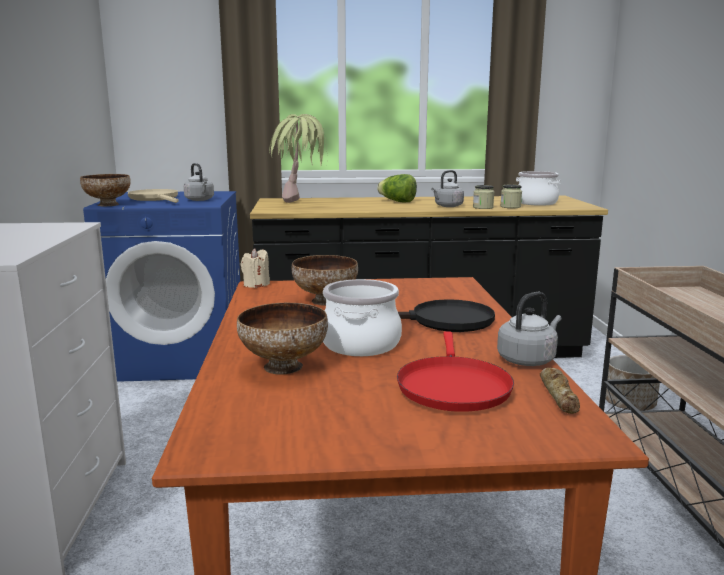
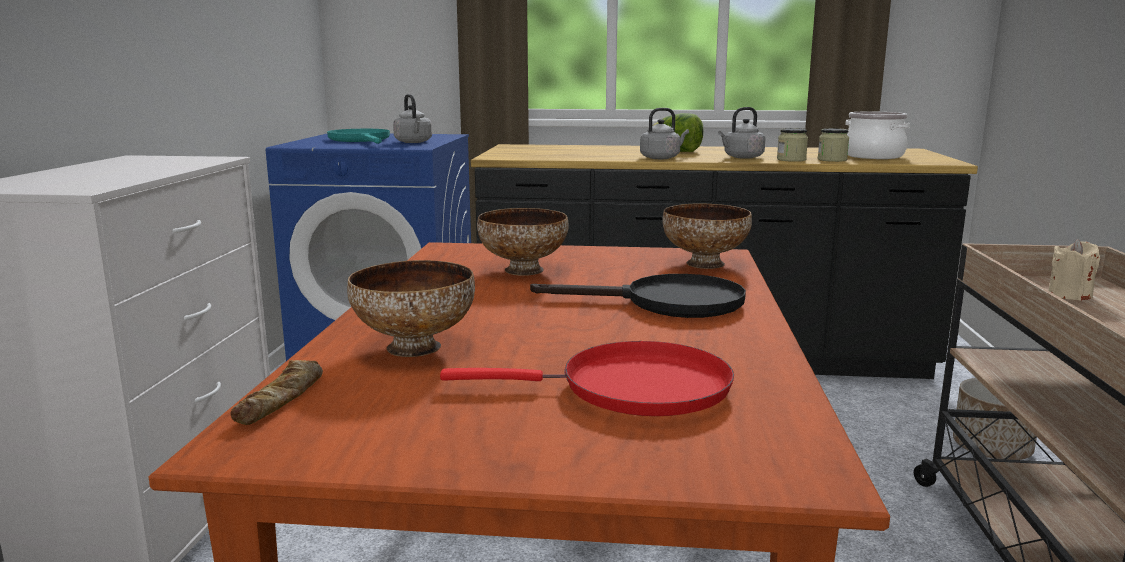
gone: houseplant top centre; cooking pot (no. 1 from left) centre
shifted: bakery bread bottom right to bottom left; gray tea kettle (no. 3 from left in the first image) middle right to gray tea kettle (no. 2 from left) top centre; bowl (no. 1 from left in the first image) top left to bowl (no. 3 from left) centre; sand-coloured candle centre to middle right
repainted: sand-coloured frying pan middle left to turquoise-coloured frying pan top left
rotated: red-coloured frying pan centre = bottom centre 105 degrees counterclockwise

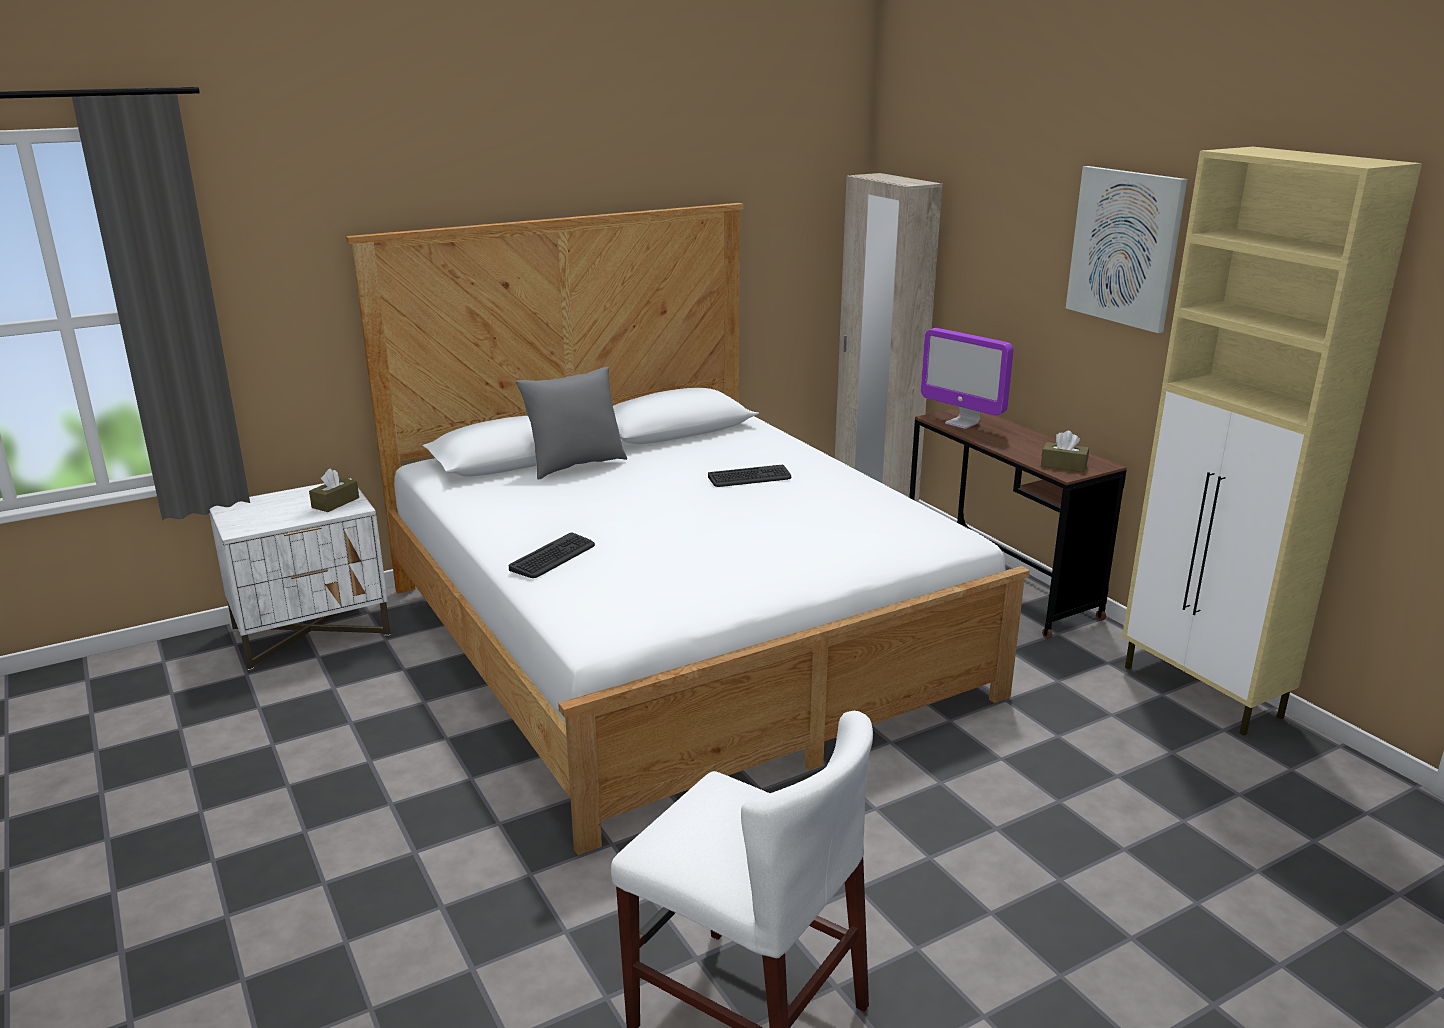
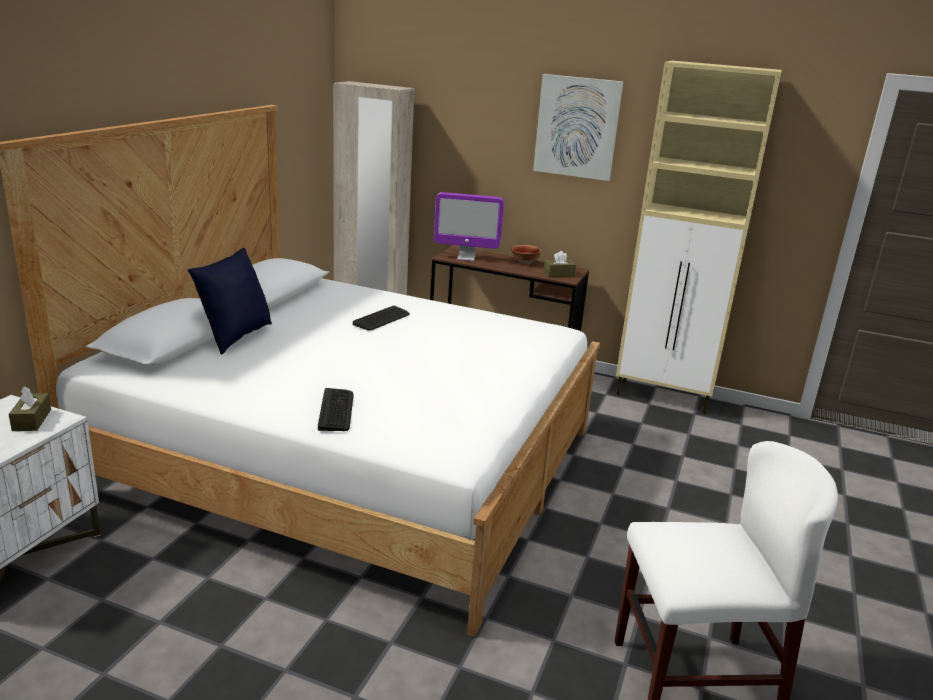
new: bowl centre
repainted: gray cushion centre to bluish cushion middle left

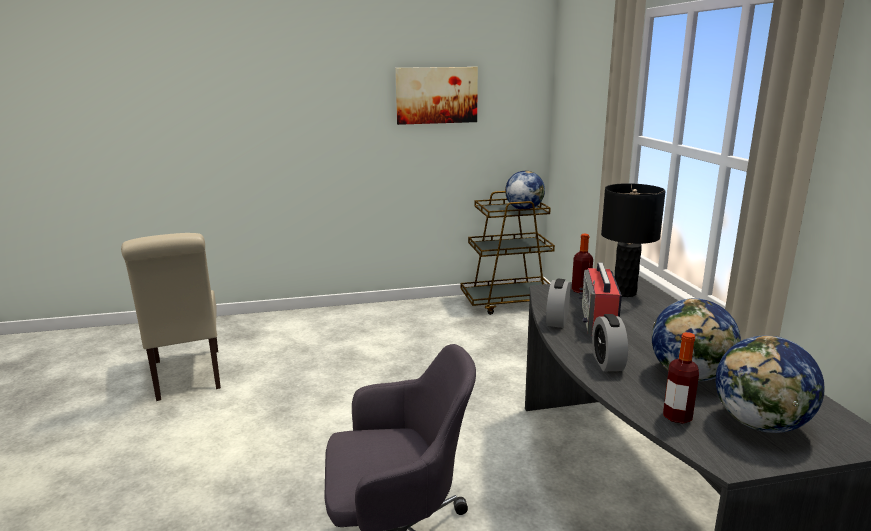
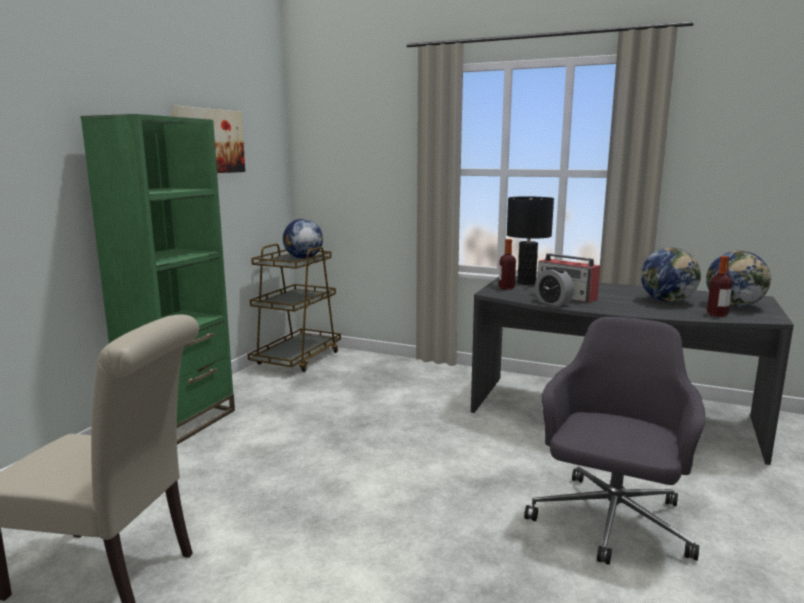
gone: bedside clock (no. 2 from left) middle right
new: green bookshelf middle left

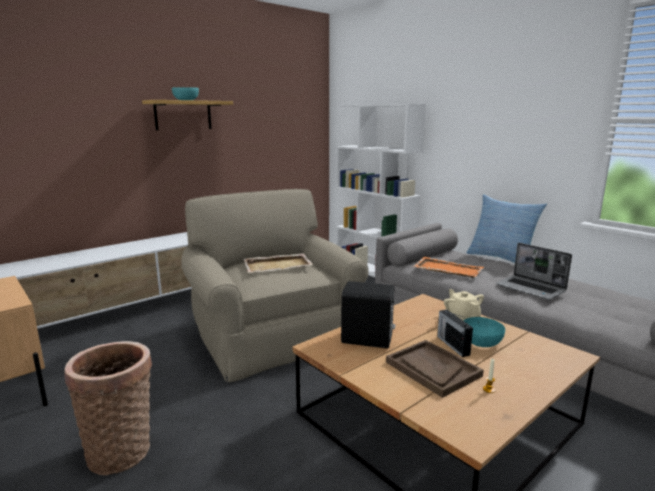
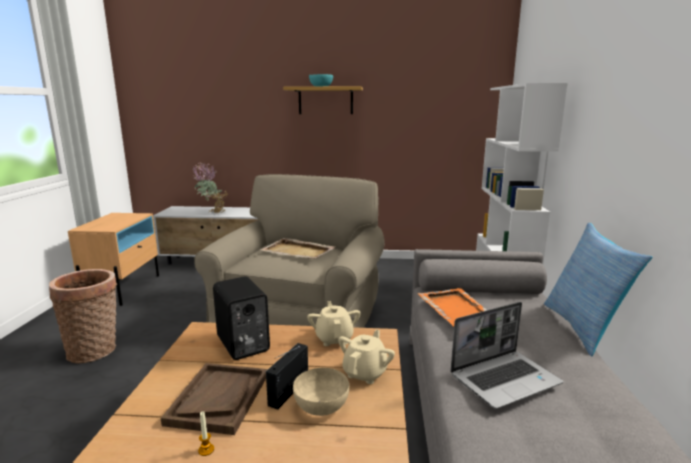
new: houseplant middle left; sand-coloured tea pot (no. 1 from left) bottom centre
repainted: turquoise-coloured bowl (no. 2 from left) bottom right to sand-coloured bowl bottom centre
rotated: laptop middle right = bottom right 120 degrees counterclockwise

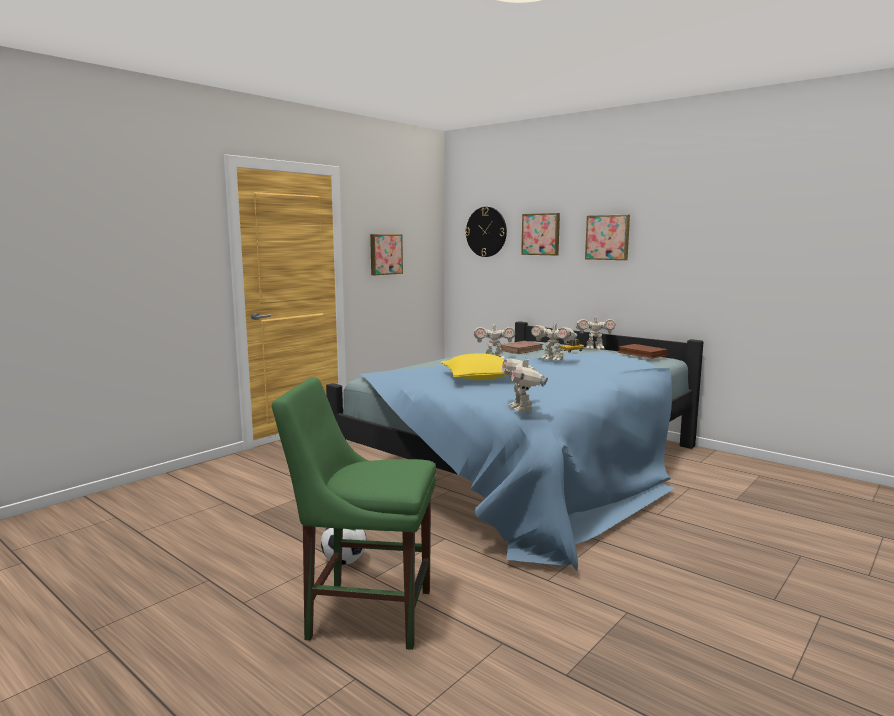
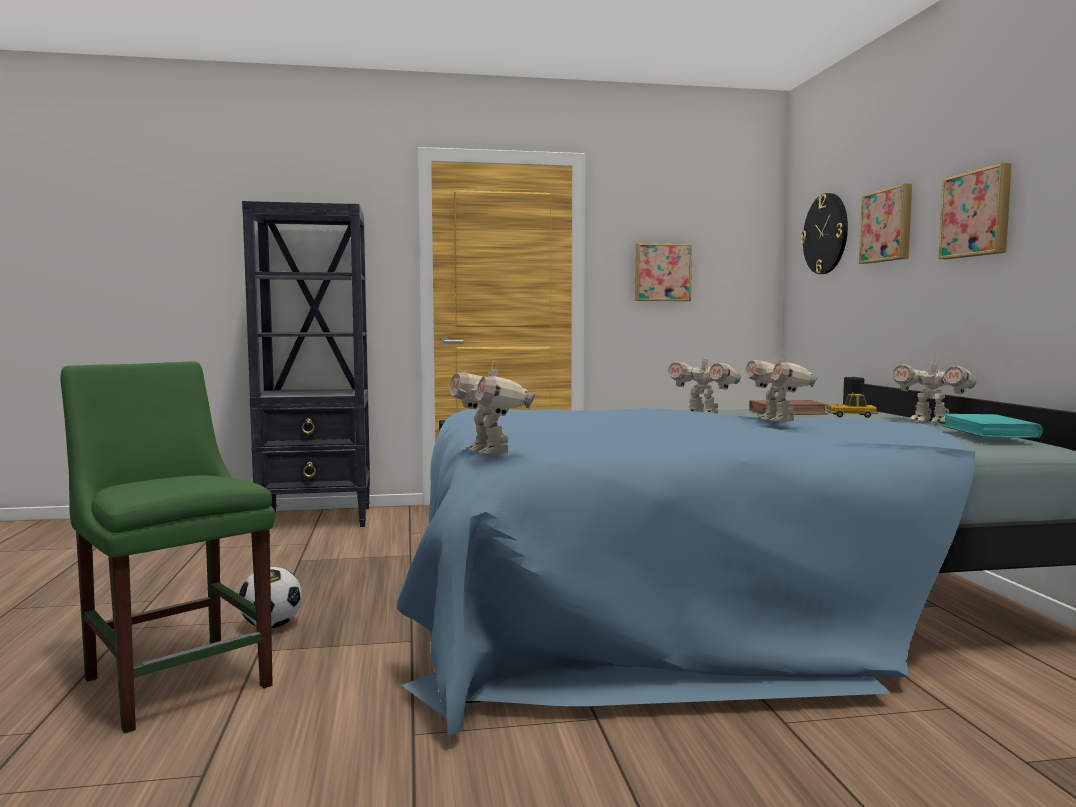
gone: yellow cushion centre
new: black bookshelf middle left
repainted: brownish bound book (no. 2 from left) middle right to turquoise-coloured bound book middle right
rotated: robot figure (no. 2 from left in the first image) centre = centre 60 degrees counterclockwise

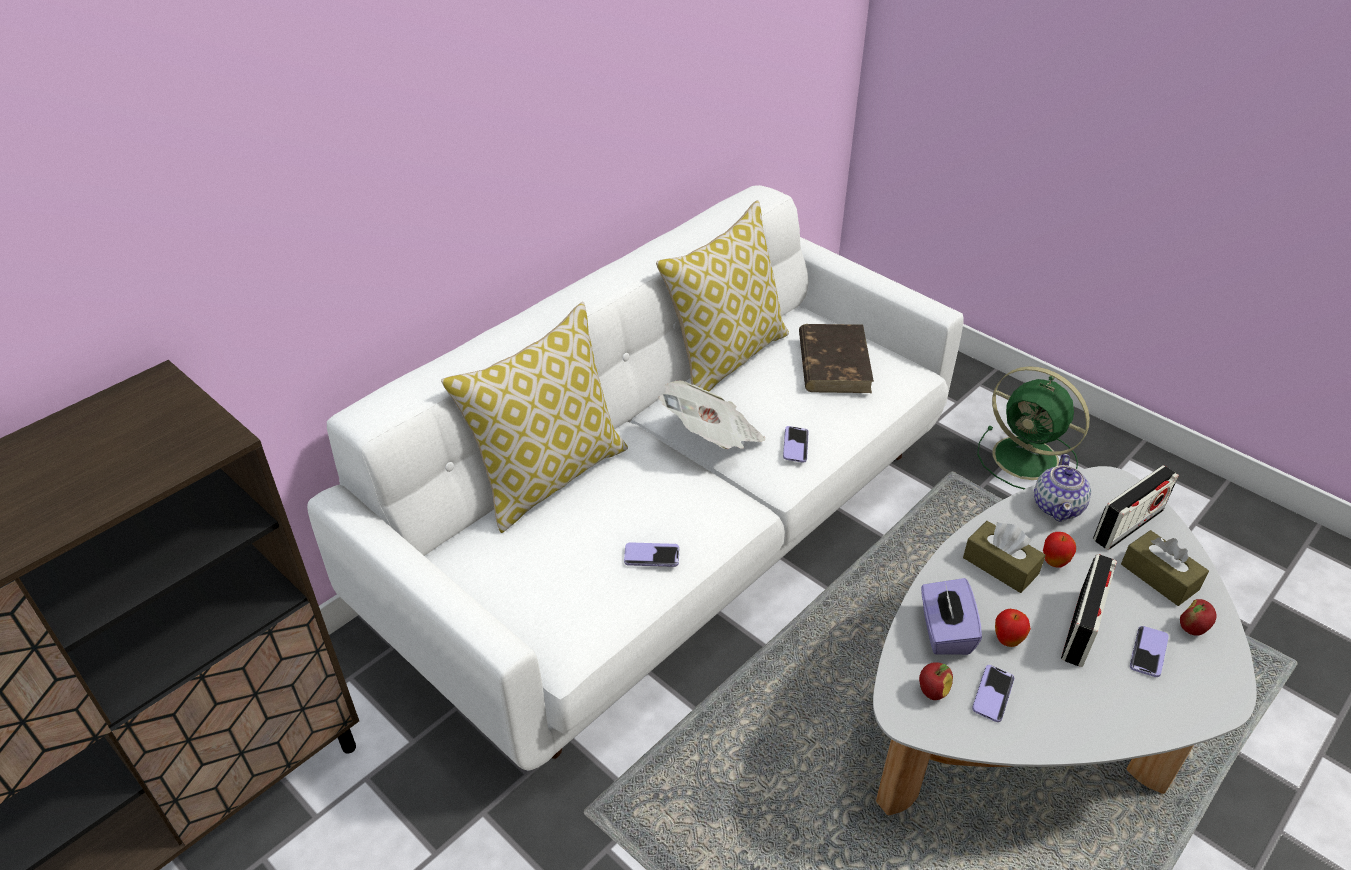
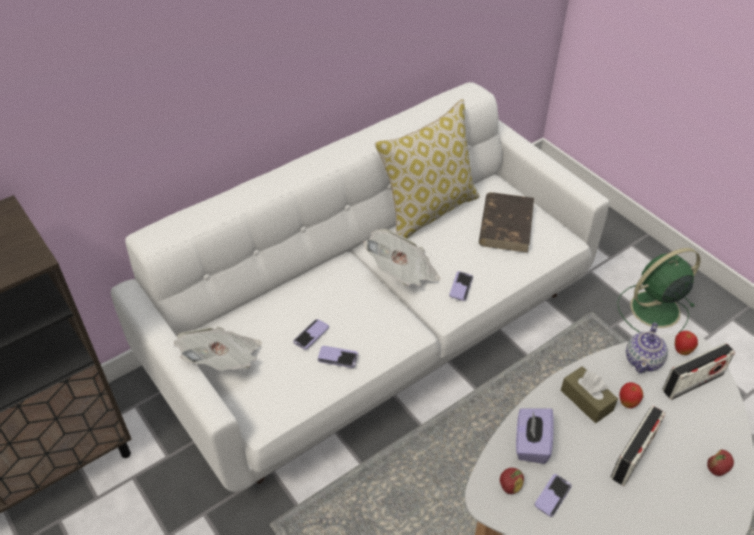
gone: cushion (no. 1 from left) centre; brownish tissue holder (no. 2 from left) middle right
new: daily paper (no. 1 from left) middle left
shifted: phone (no. 4 from left in the first image) bottom right to phone (no. 1 from left) centre; whole apple (no. 2 from left in the first image) bottom right to whole apple (no. 3 from left) middle right
rotated: green electric fan middle right = middle right 105 degrees clockwise

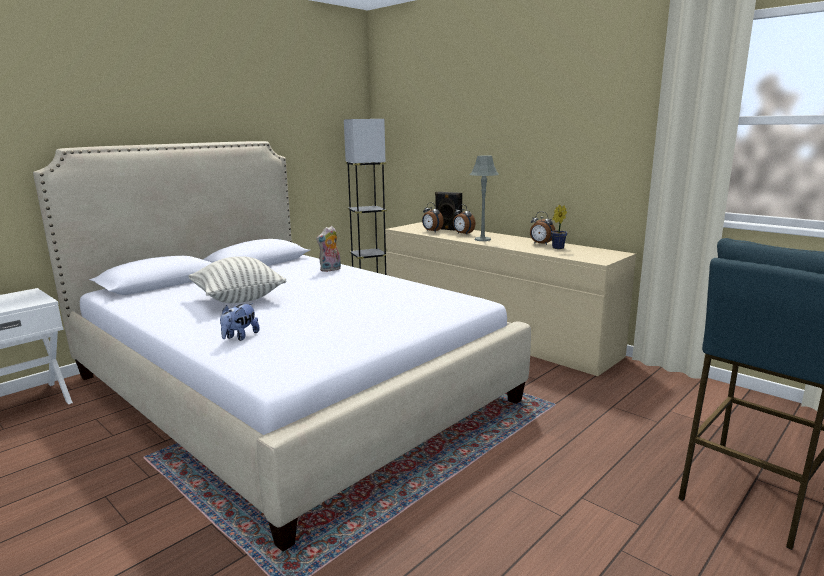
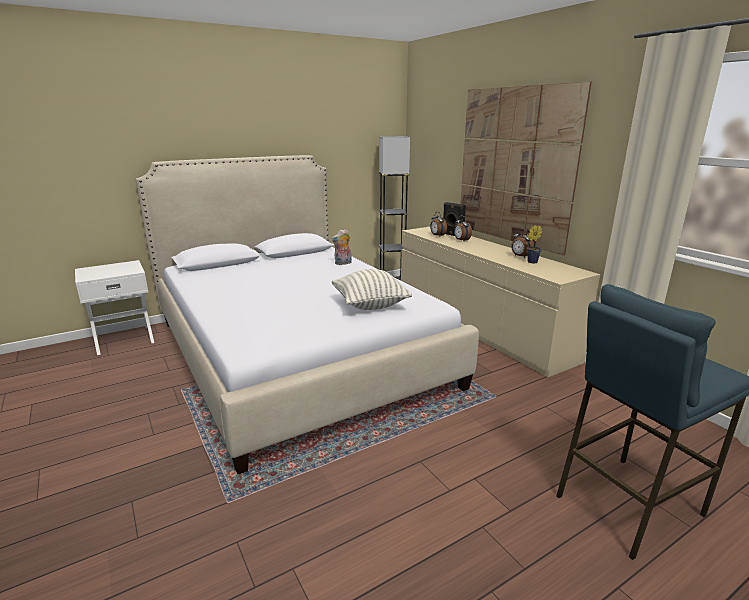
gone: plush toy (no. 1 from left) middle left; gray lamp for a table centre
new: wall art top right
shifted: cushion middle left to centre

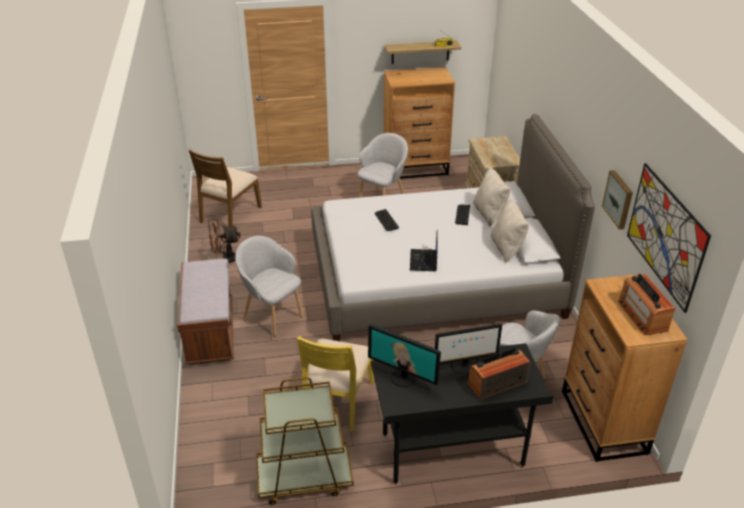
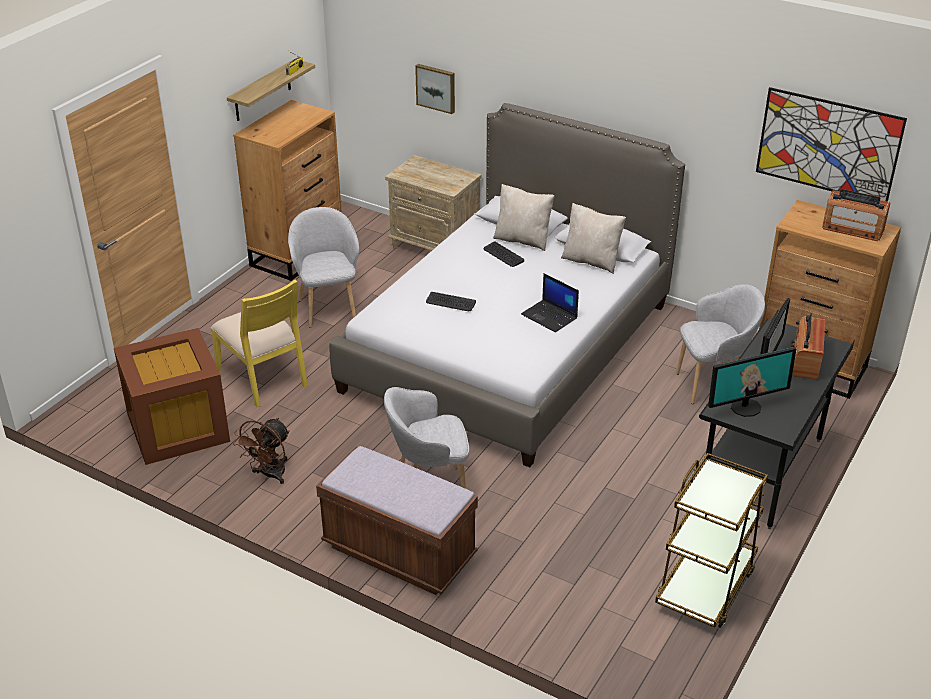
shifted: yellow upright chair bottom centre to middle left; wall art (no. 1 from left) middle right to top centre
swapped: brownish upright chair middle left to brownish storage box middle left

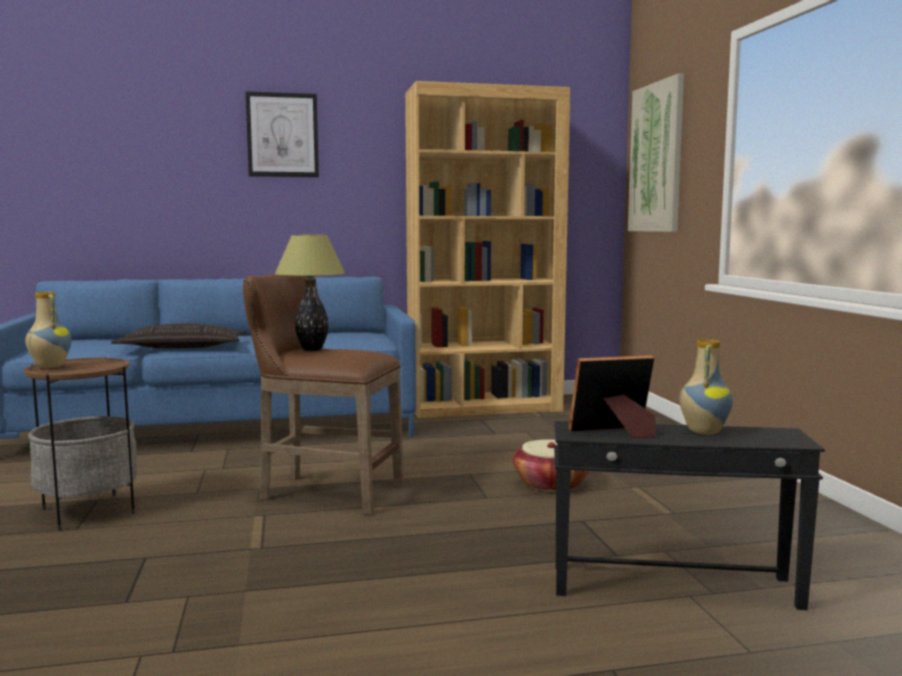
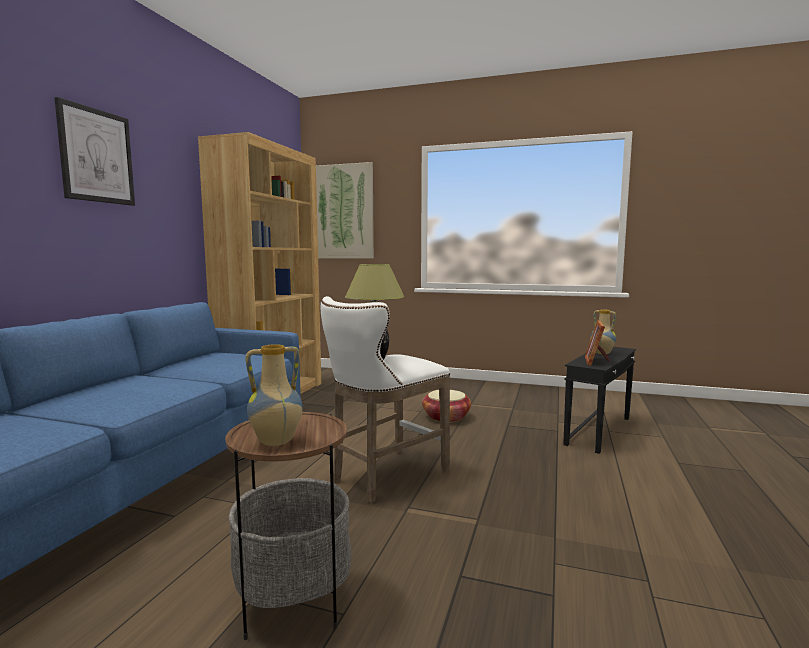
gone: cushion middle left
repainted: brownish stool centre to white-coloured stool centre

